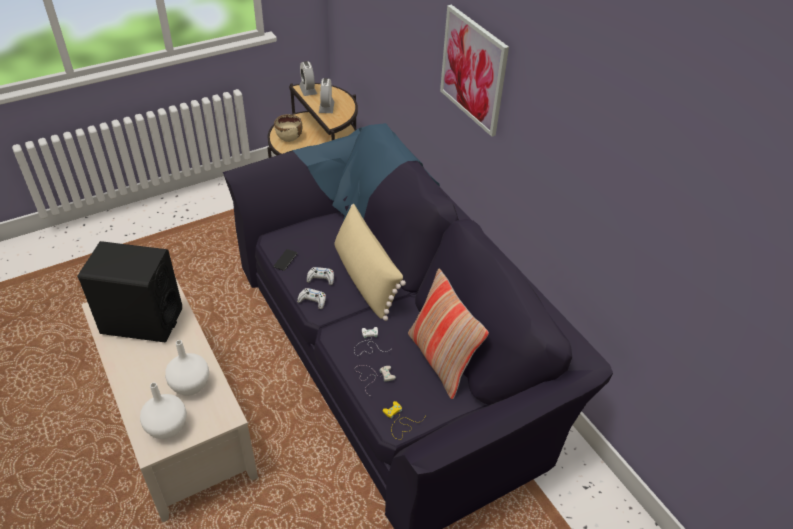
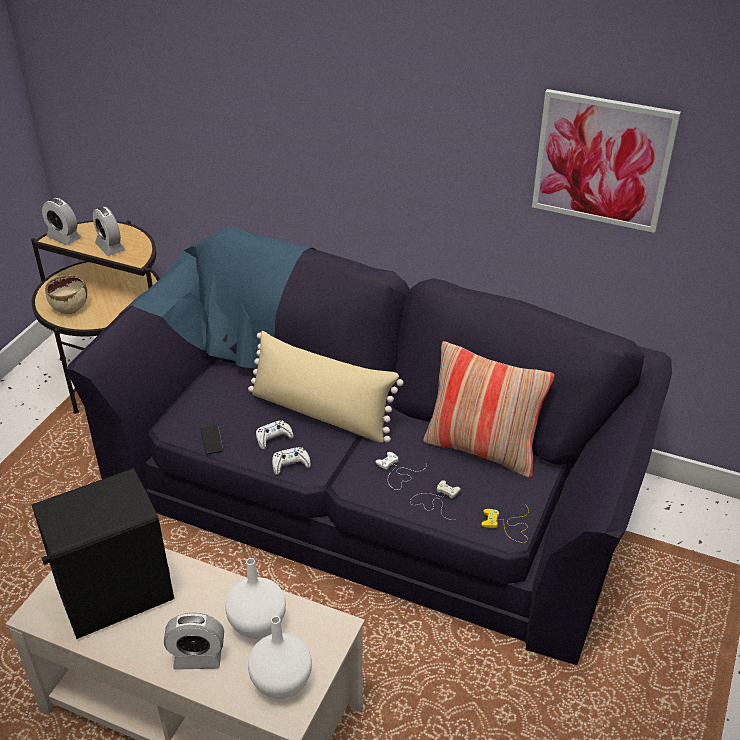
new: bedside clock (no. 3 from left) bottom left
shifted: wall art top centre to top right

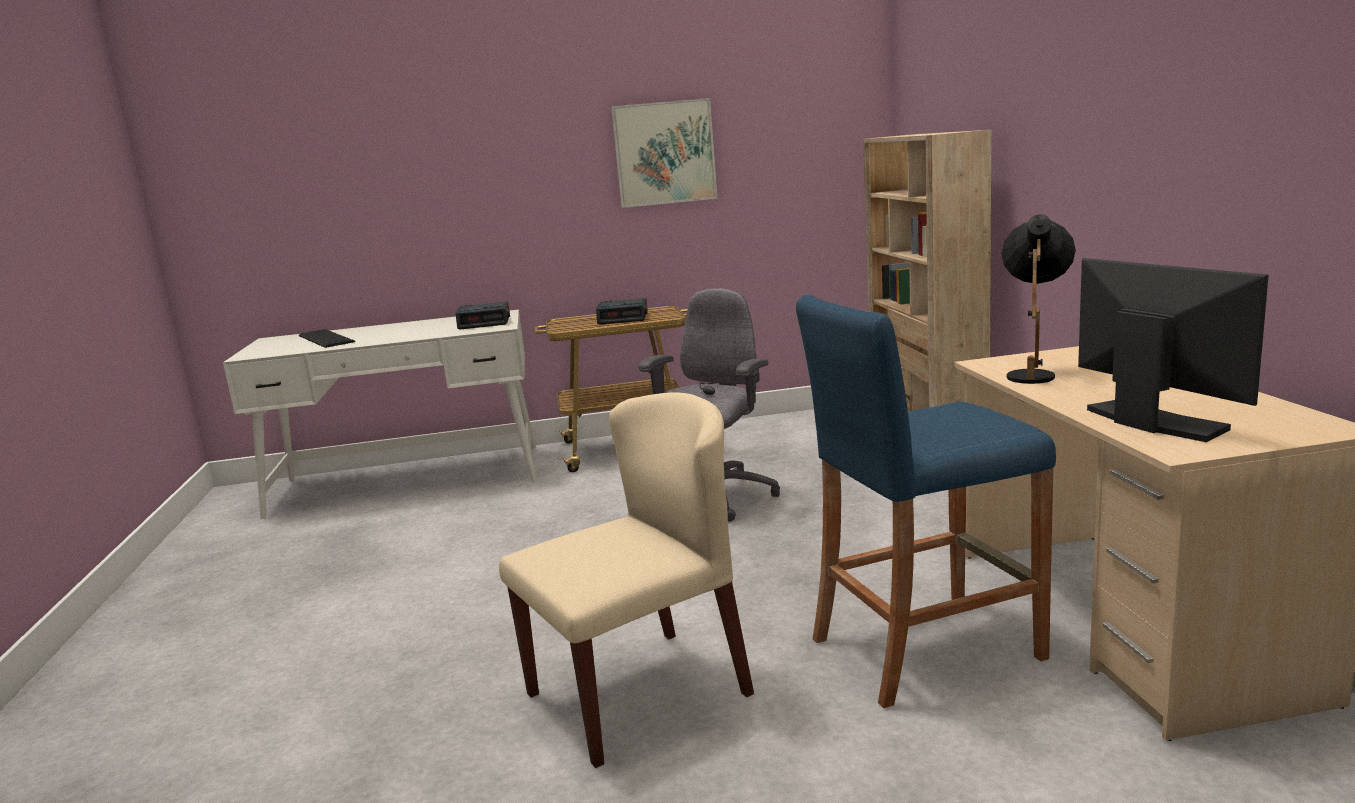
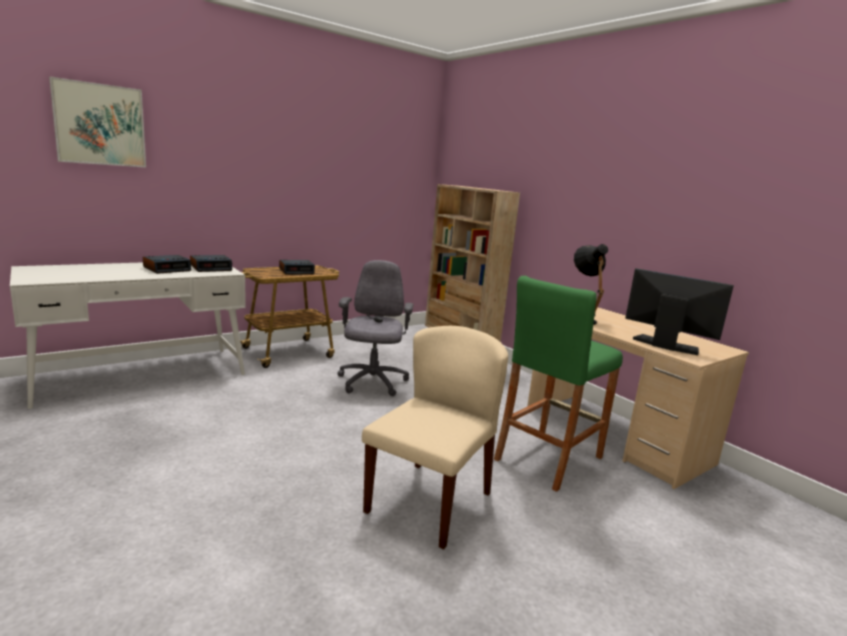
gone: computer keyboard middle left
new: bedside clock (no. 1 from left) middle left
shifted: wall art top centre to top left
repainted: bluish stool middle right to green stool centre

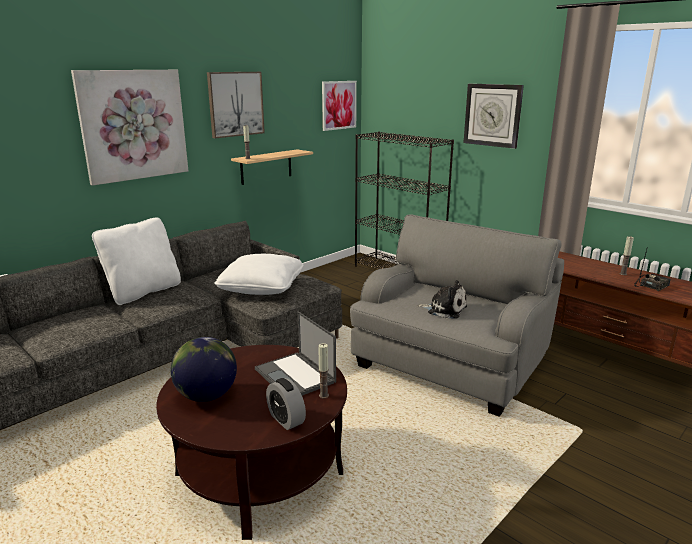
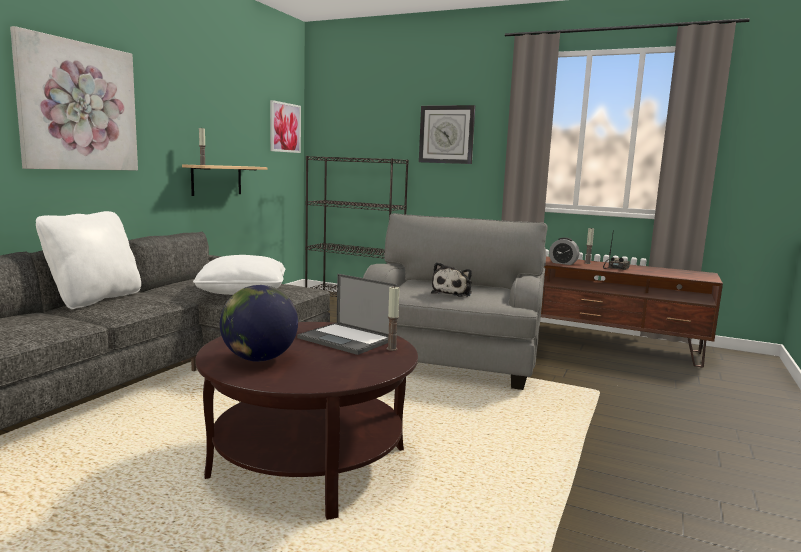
gone: wall art (no. 2 from left) top centre
shifted: bedside clock bottom centre to middle right
rotated: plush toy centre = centre 105 degrees clockwise

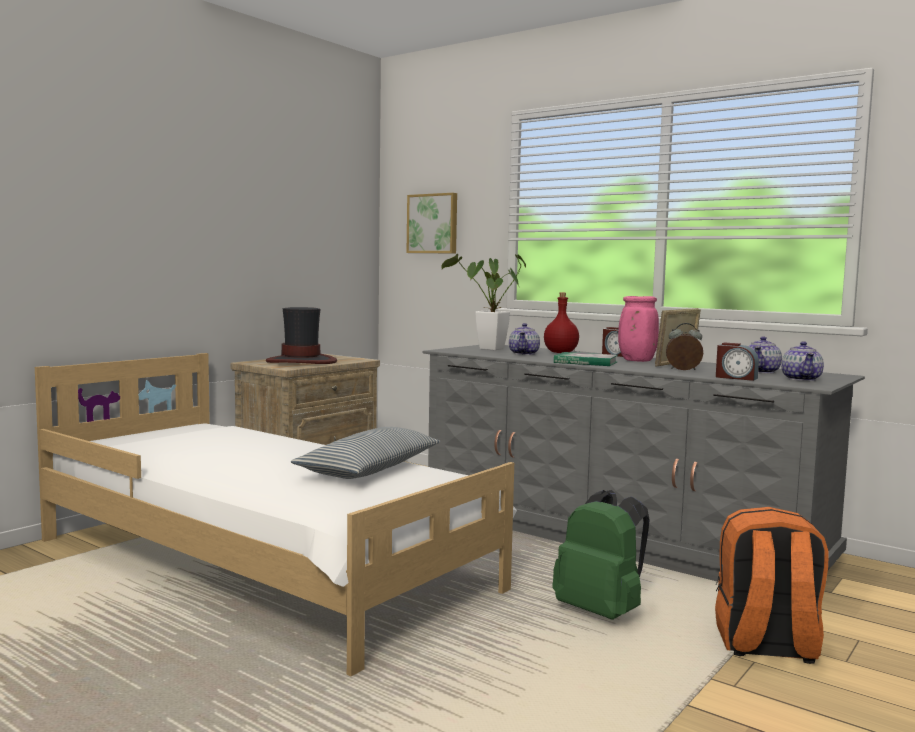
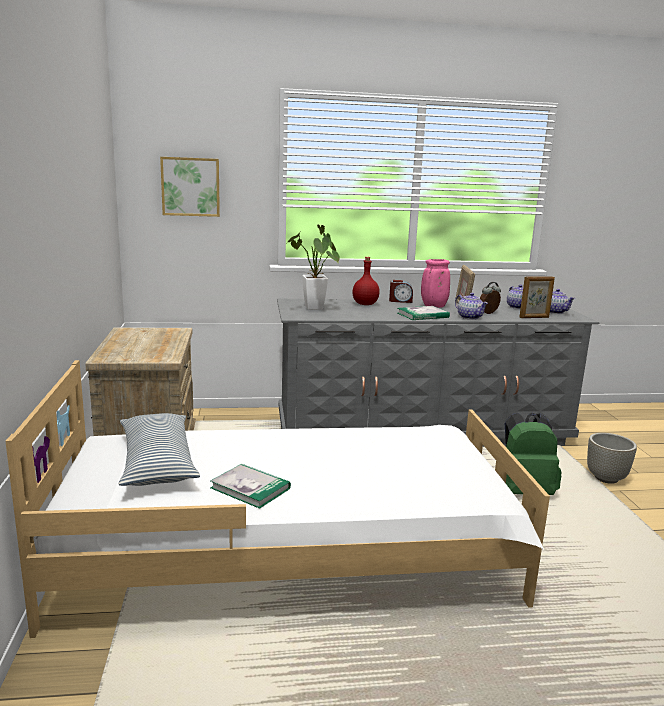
gone: hat middle left
new: bound book (no. 1 from left) bottom centre
shifted: cushion centre to middle left; tea pot (no. 1 from left) centre to middle right
swapped: bedside clock (no. 3 from left) middle right to picture frame (no. 2 from left) middle right; orangey backpack bottom right to gray planter middle right

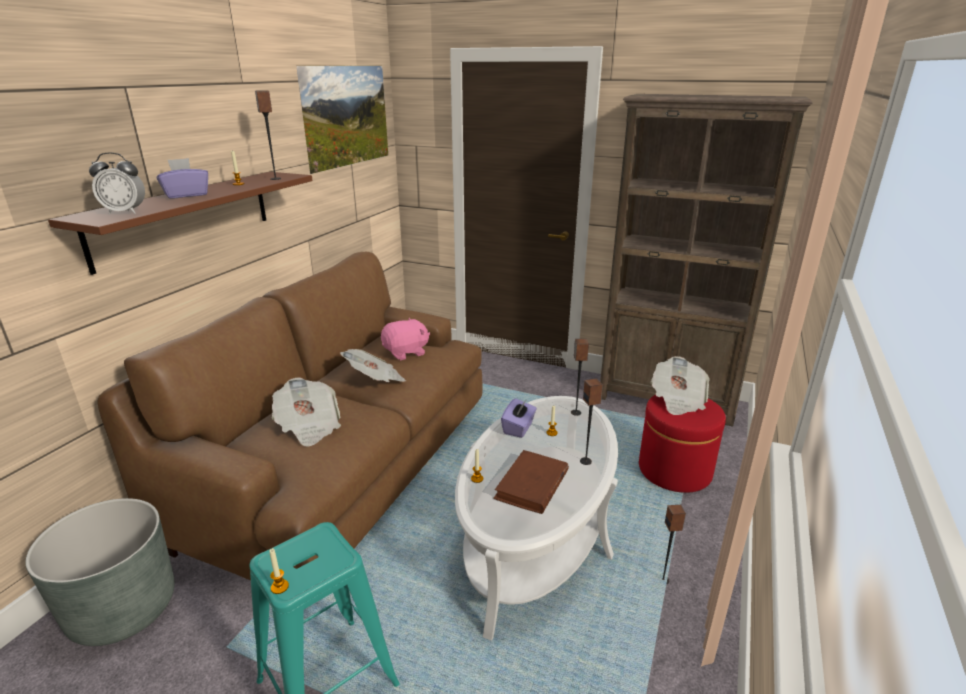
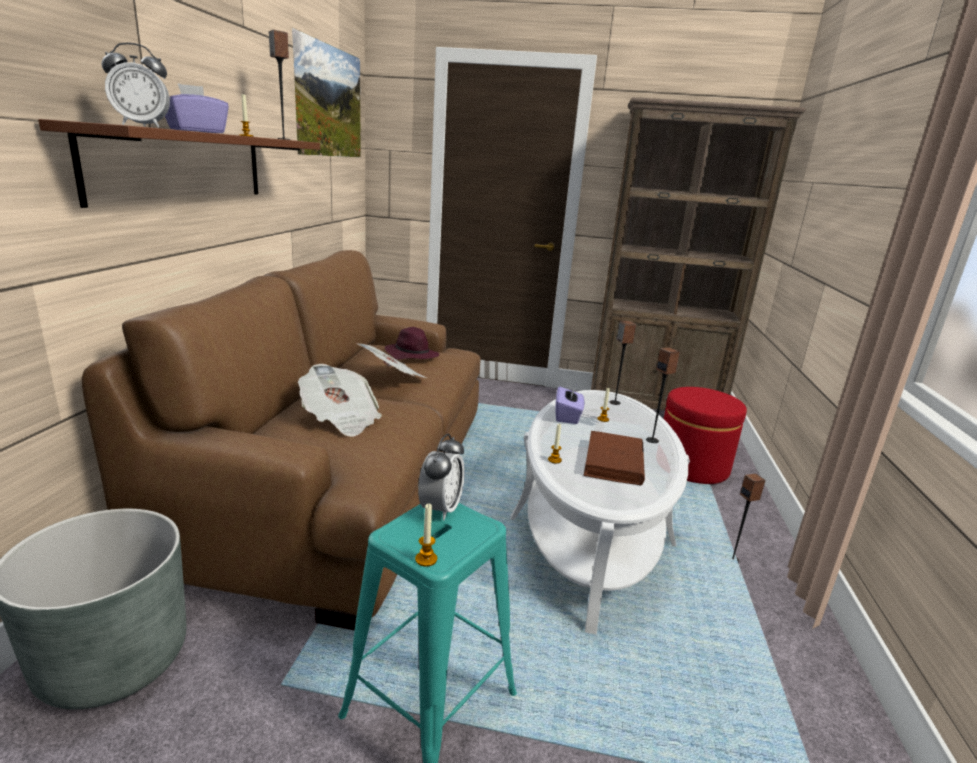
gone: daily paper (no. 3 from left) middle right
new: bedside clock (no. 2 from left) centre
swapped: pink plush toy centre to purple-coloured hat centre

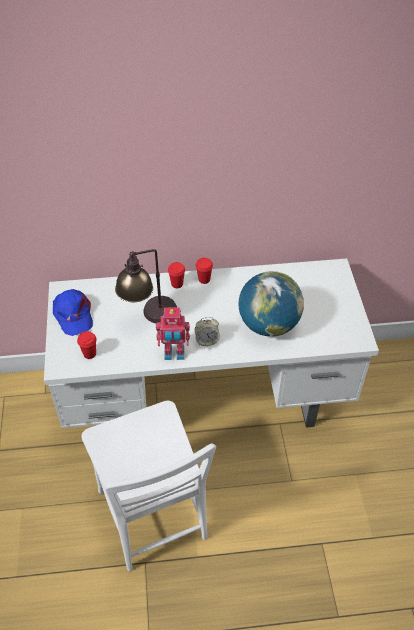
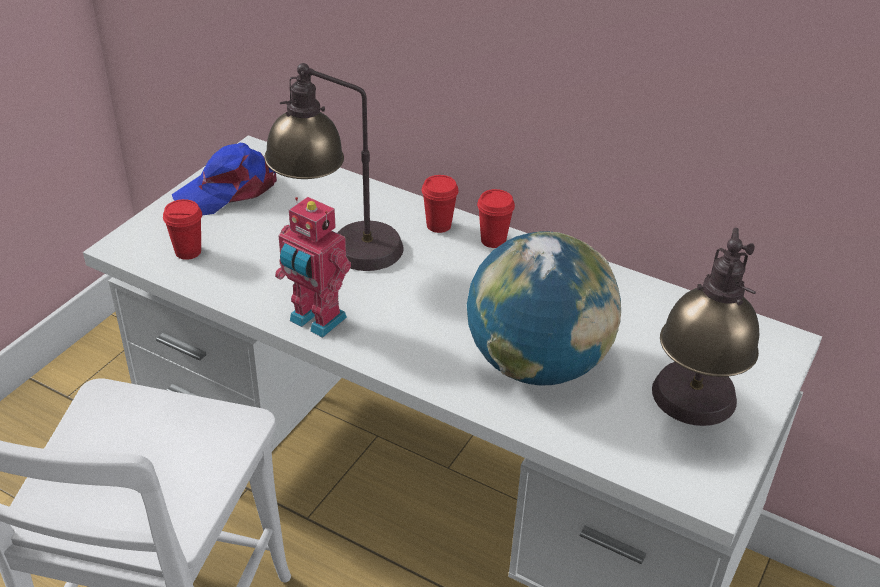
gone: bedside clock centre
new: lamp for a table (no. 2 from left) middle right
rotated: bluish peaked cap middle left = top left 45 degrees clockwise

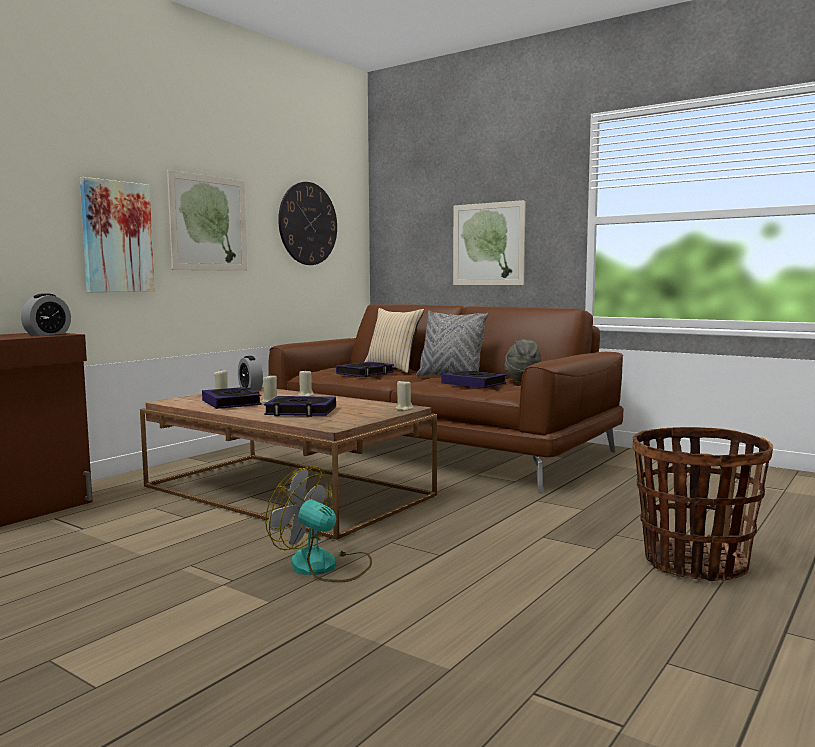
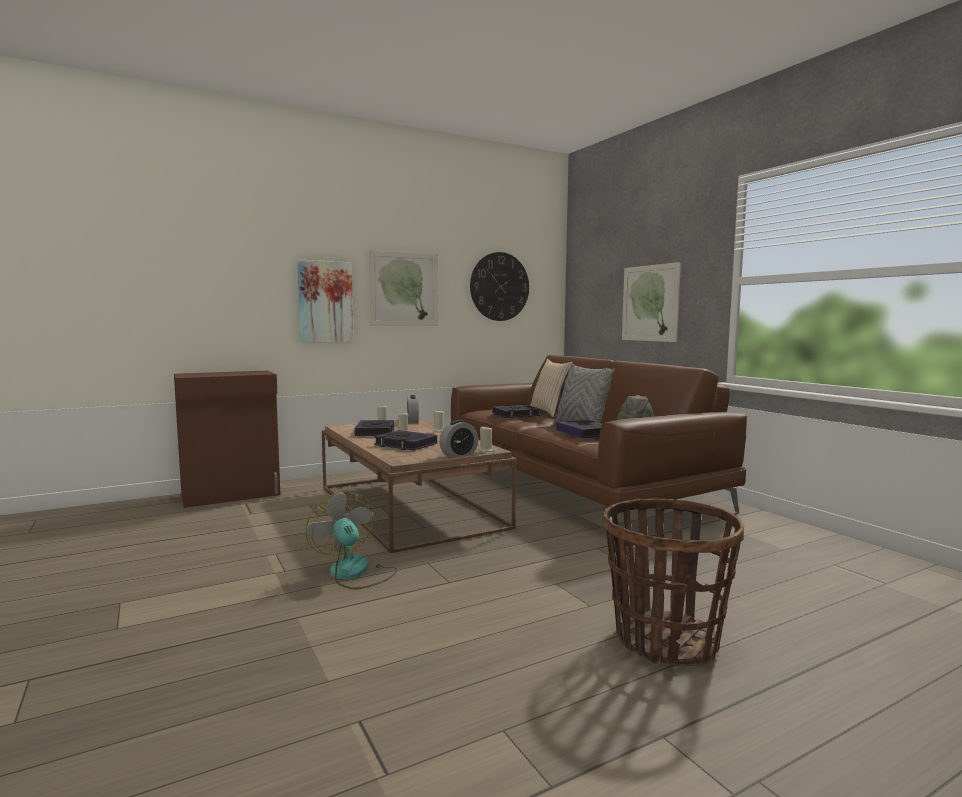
shifted: bedside clock (no. 1 from left in the first image) middle left to bedside clock (no. 2 from left) centre

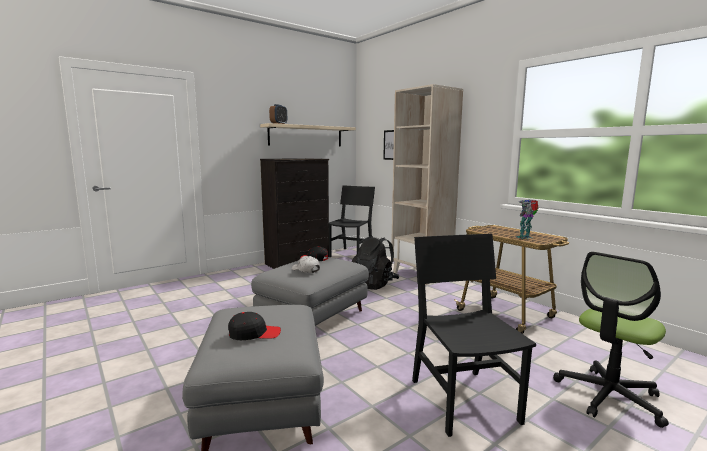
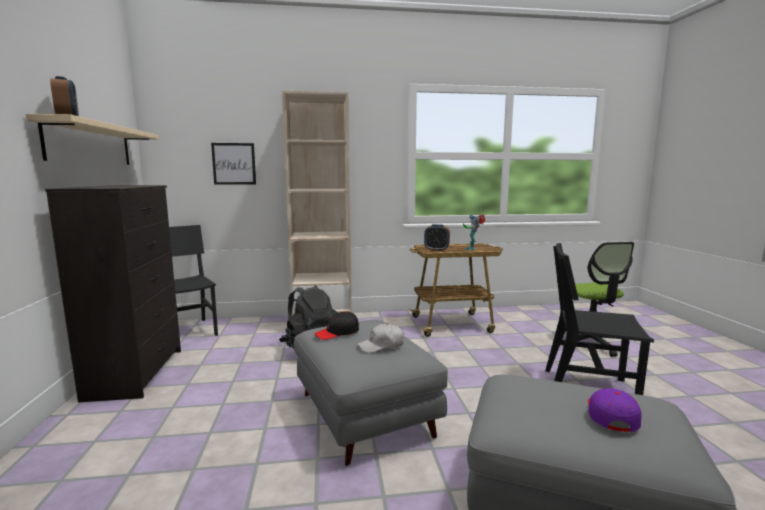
new: bedside clock (no. 2 from left) centre
repainted: black peaked cap (no. 1 from left) bottom centre to purple-coloured peaked cap bottom right

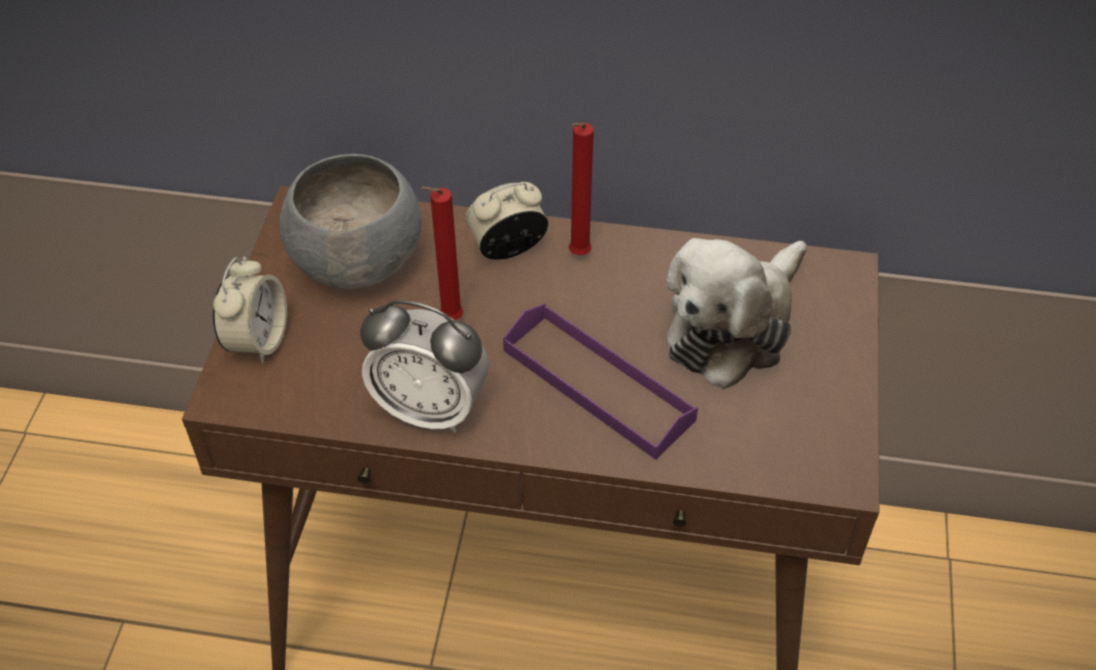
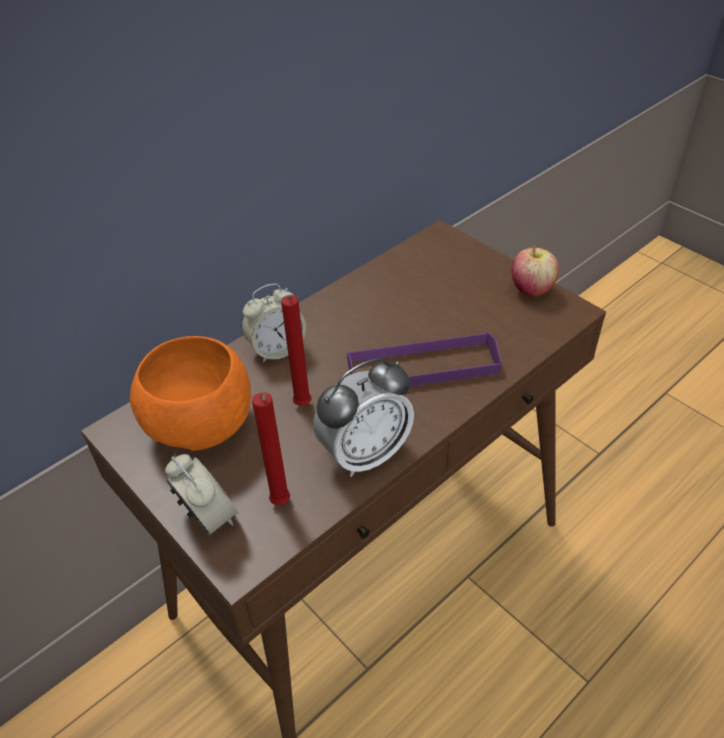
gone: plush toy middle right
new: whole apple middle right
shifted: red-coloured candle (no. 2 from left in the first image) top centre to red-coloured candle (no. 1 from left) centre
repainted: gray bowl top left to orangey bowl middle left
rotated: bedside clock (no. 3 from left in the first image) top centre = centre 135 degrees counterclockwise

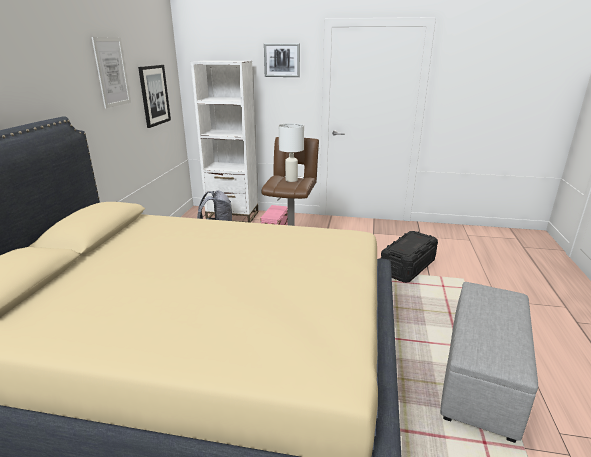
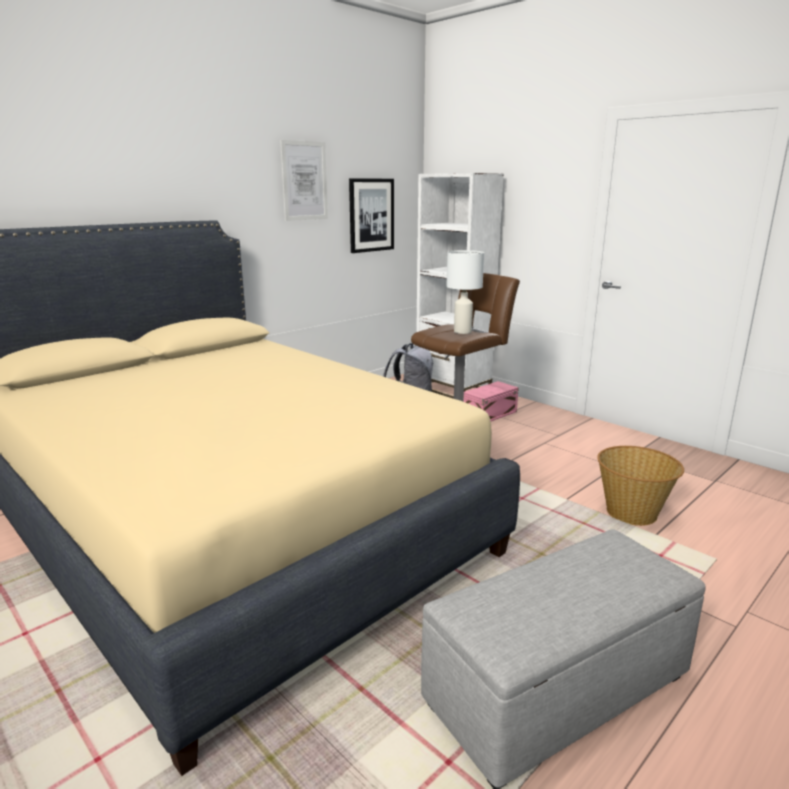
gone: wall art (no. 3 from left) top centre
swapped: black storage box middle right to storage basket middle right

